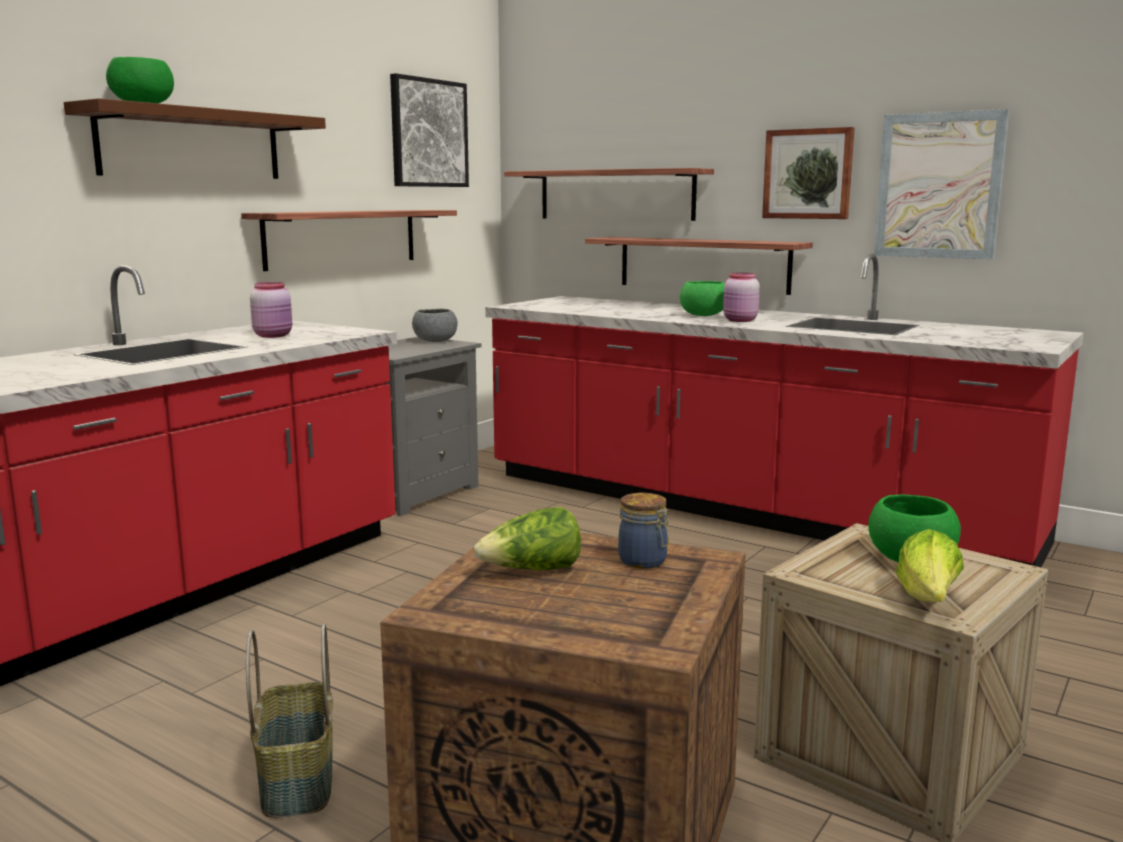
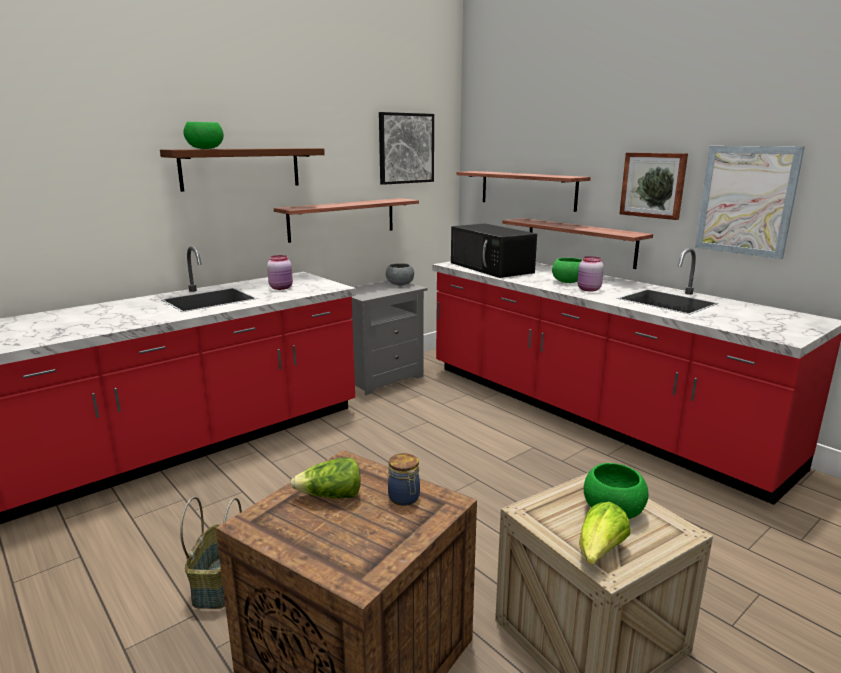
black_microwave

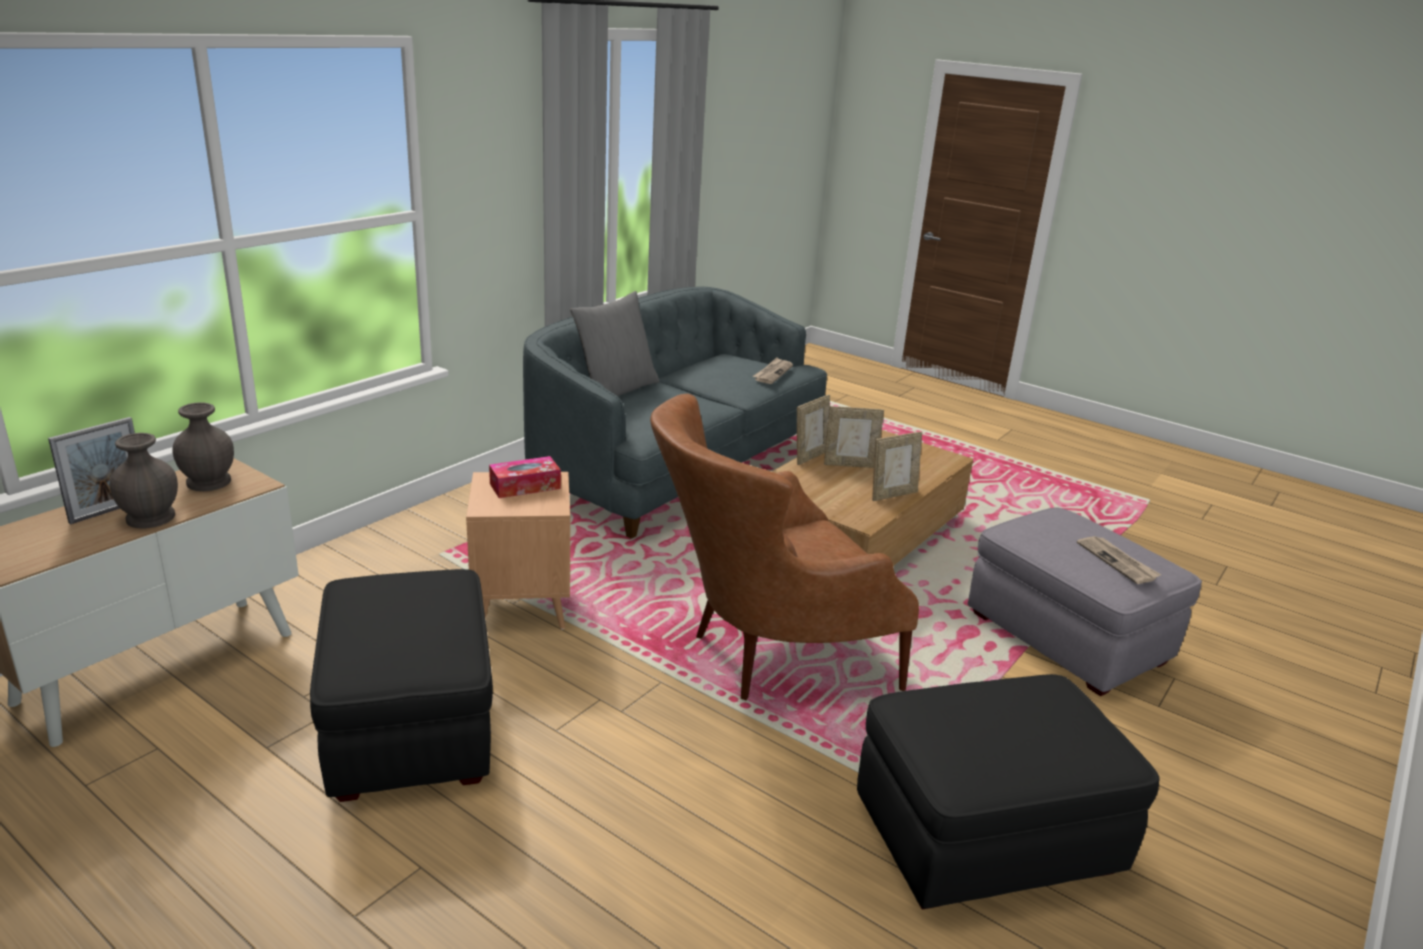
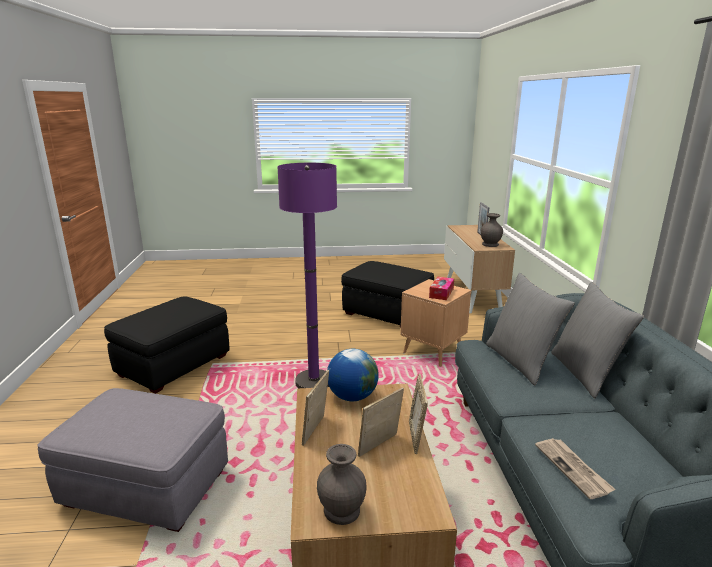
newspaper (2nd from left in the first image); globe; grey_pillow (1st from left); grey_vase (1st from left); purple_floor_lamp

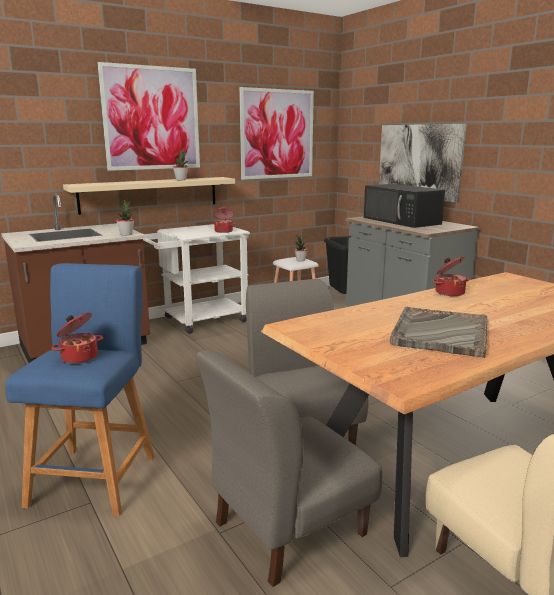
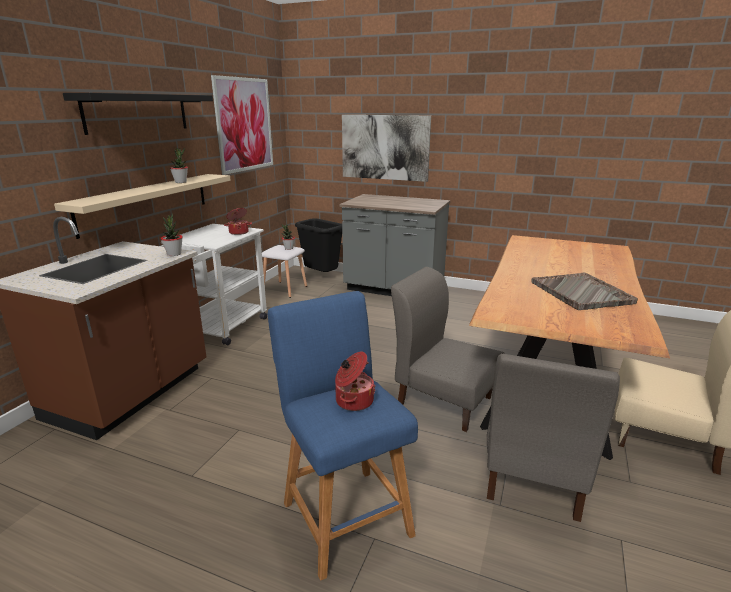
black_microwave; cooking_pot (3rd from left in the first image); black_shelf

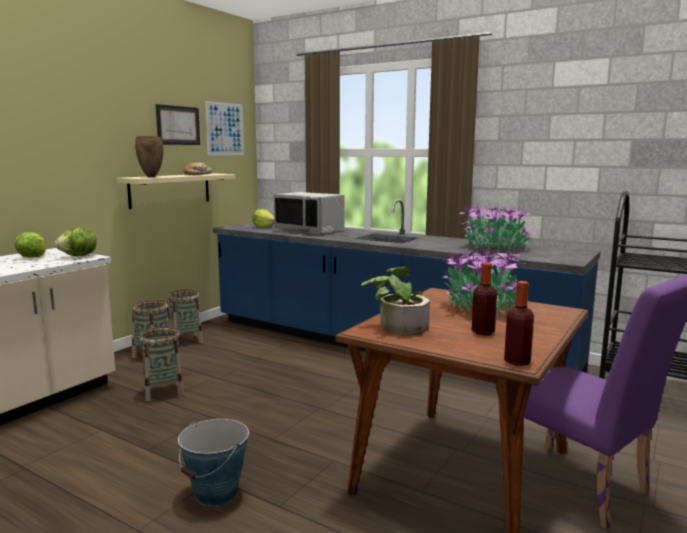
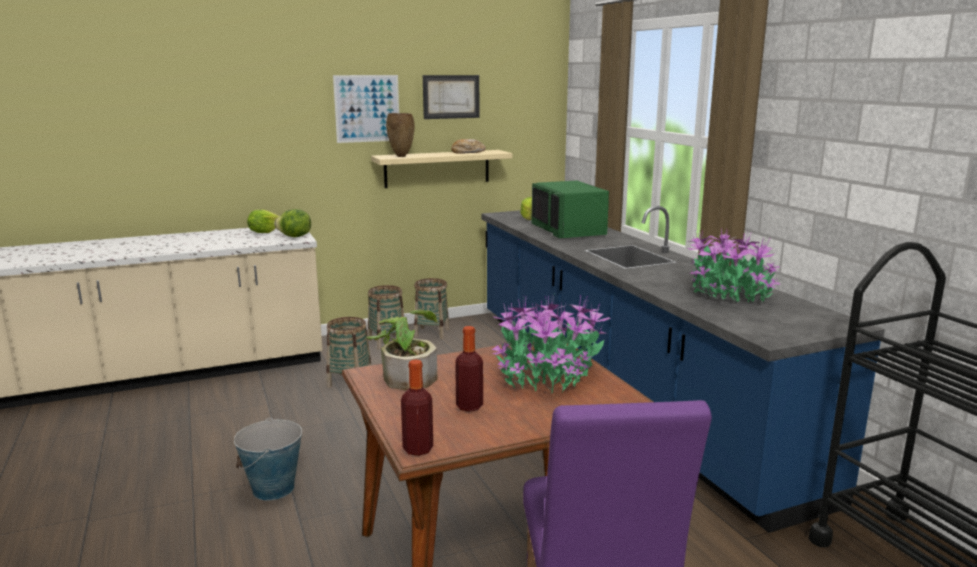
picture (1st from left); green_microwave

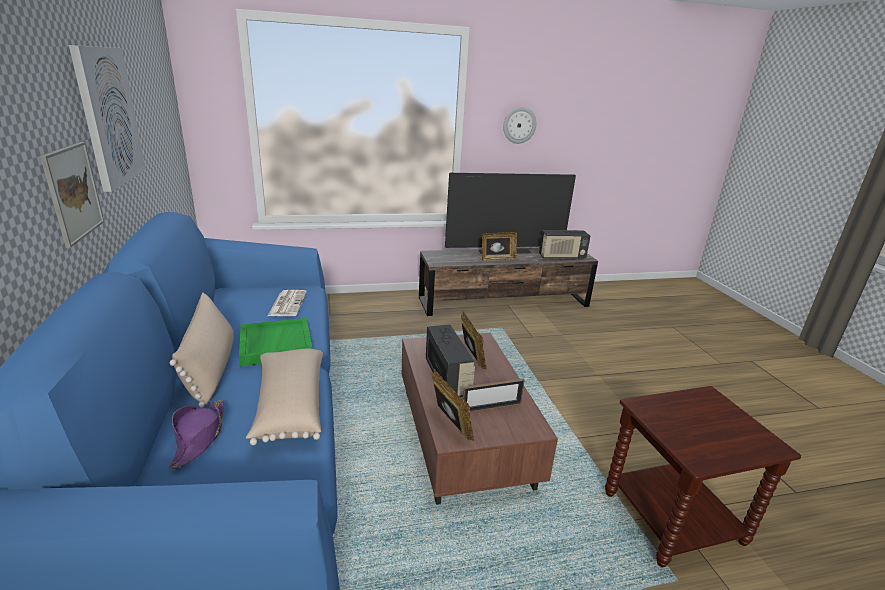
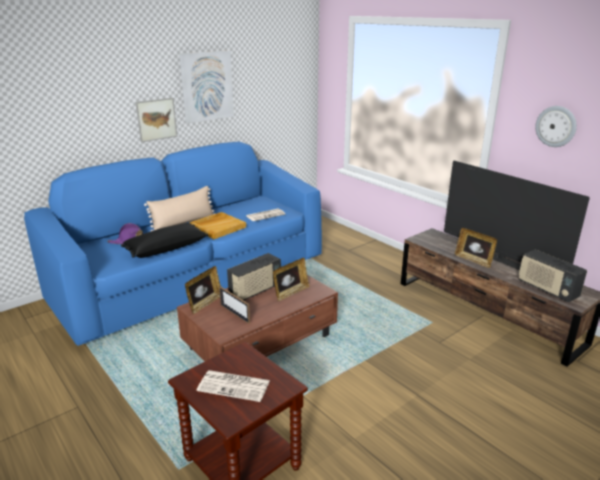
newspaper (1st from left); beige_tray; black_pillow

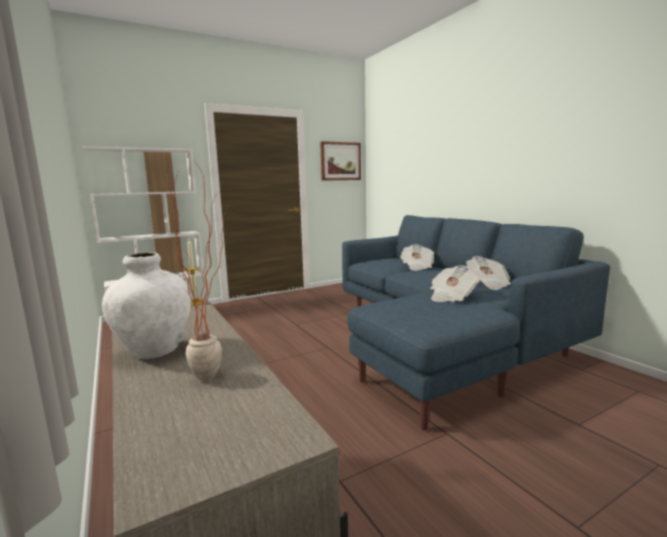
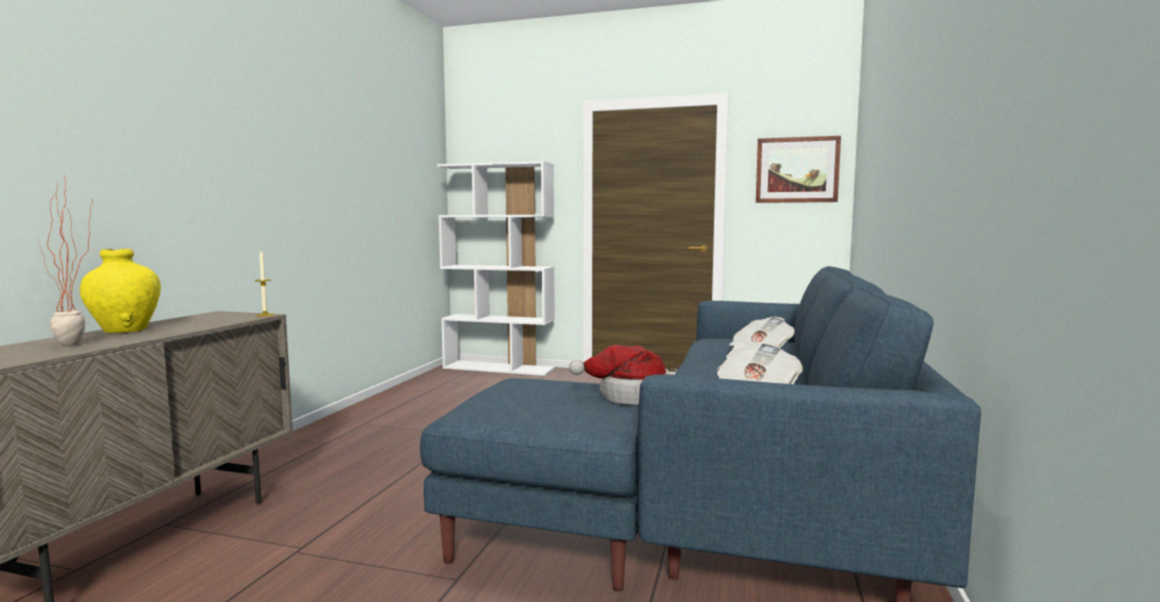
hat; yellow_vase

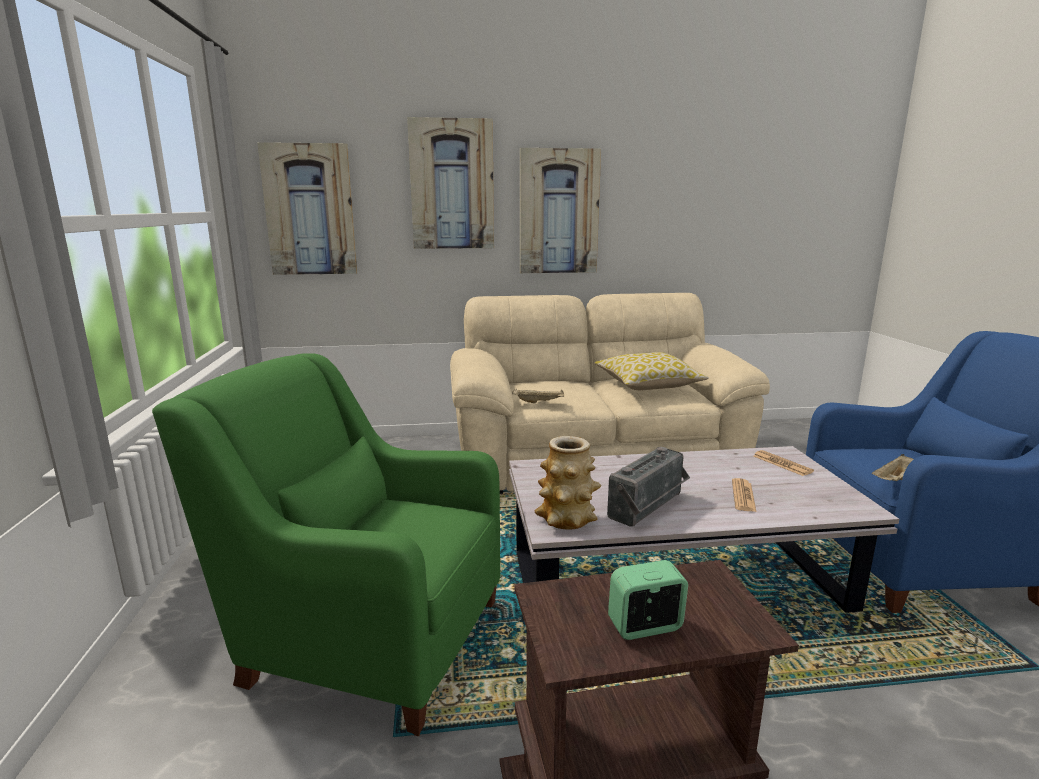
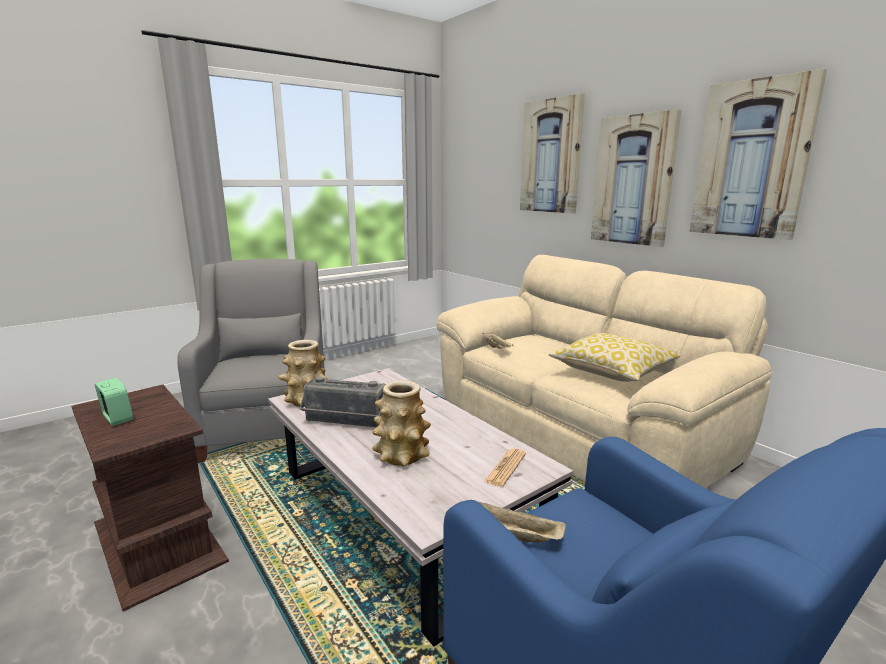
picture (3rd from left); vase (2nd from left); grey_armchair

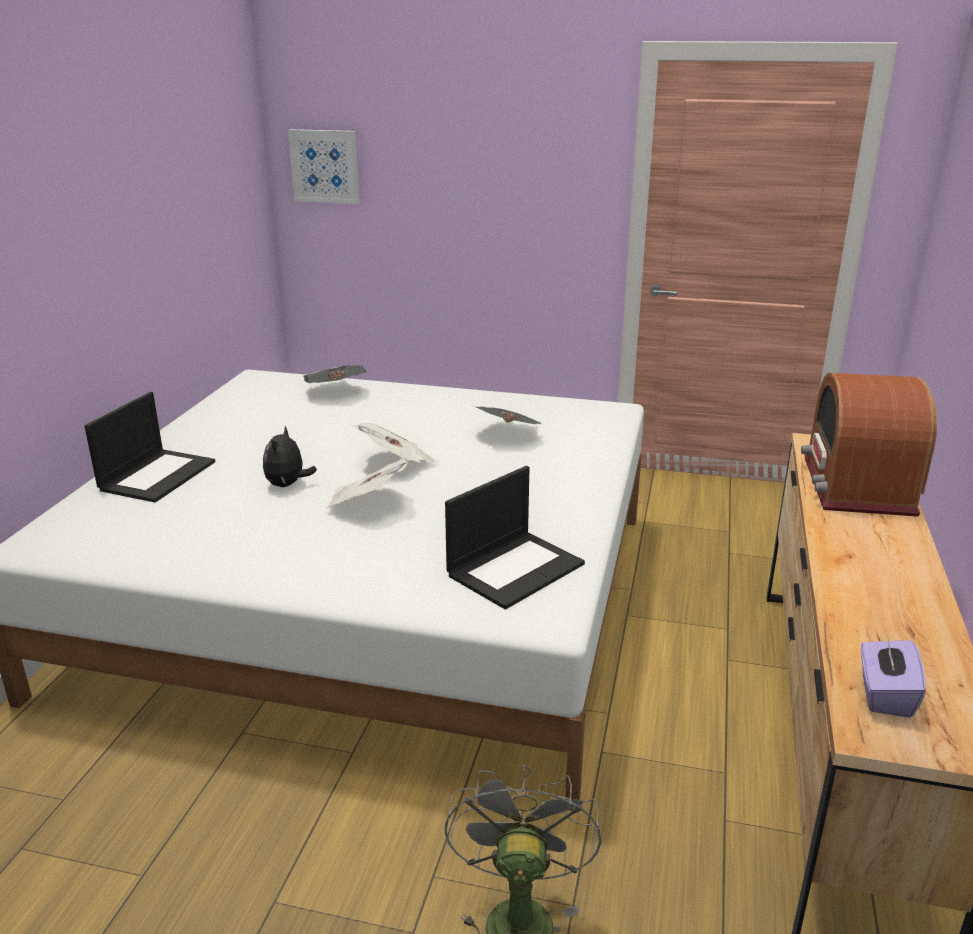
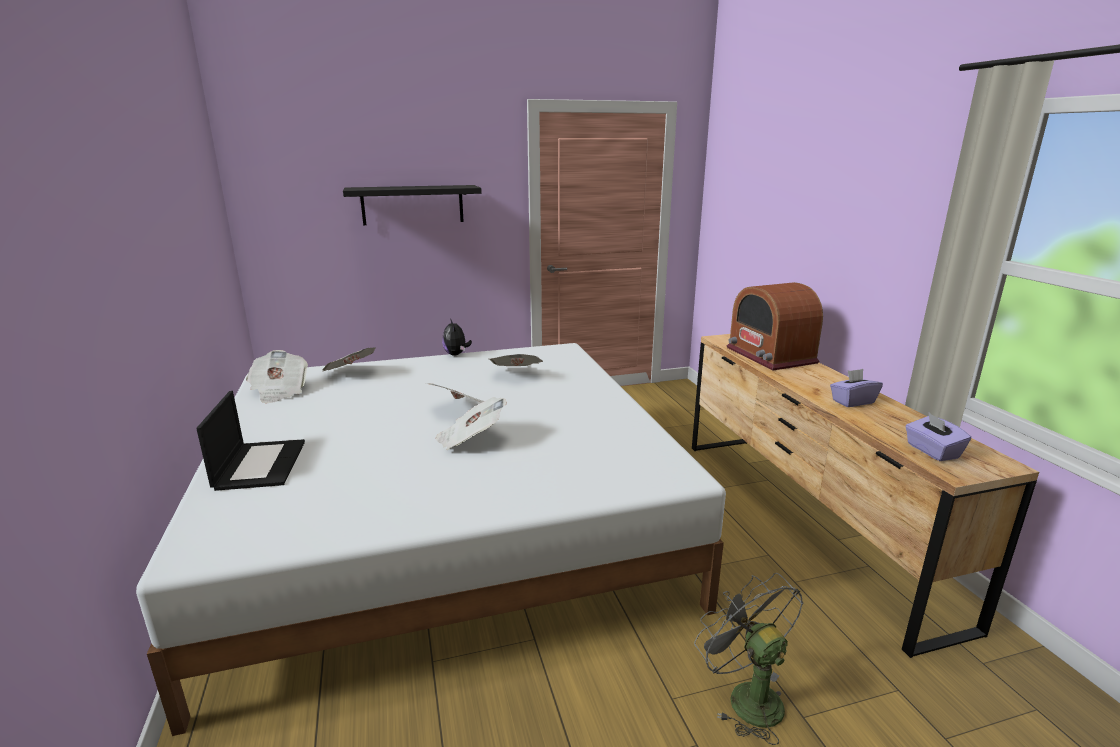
picture; laptop (2nd from left in the first image); newspaper (1st from left); black_shelf; purple_tissue_box (1st from left); plush_toy

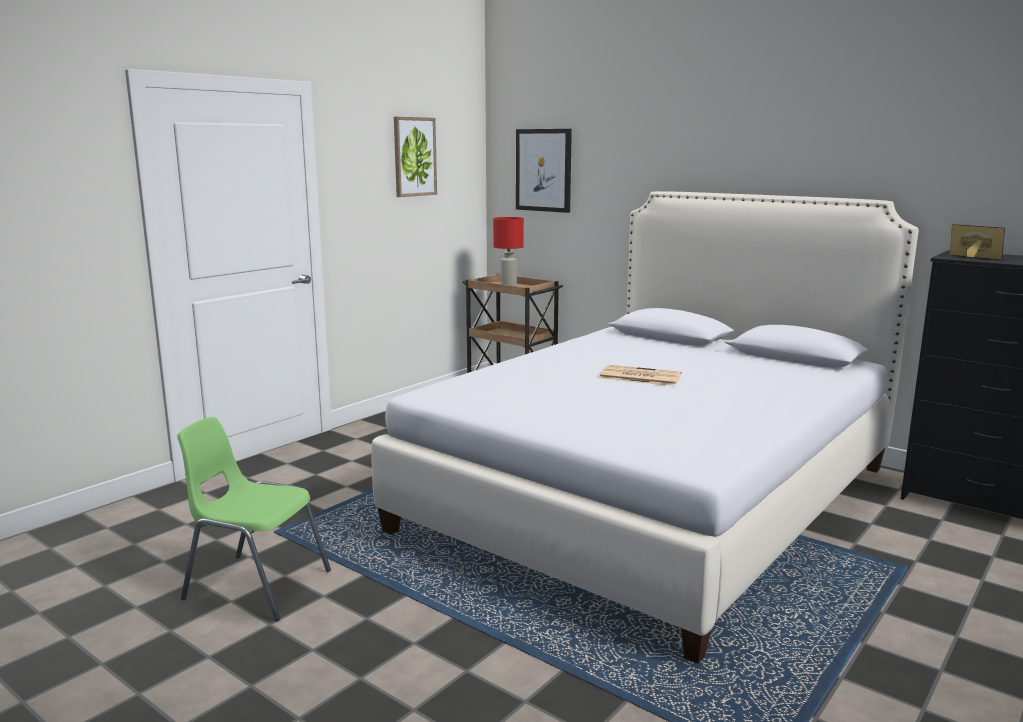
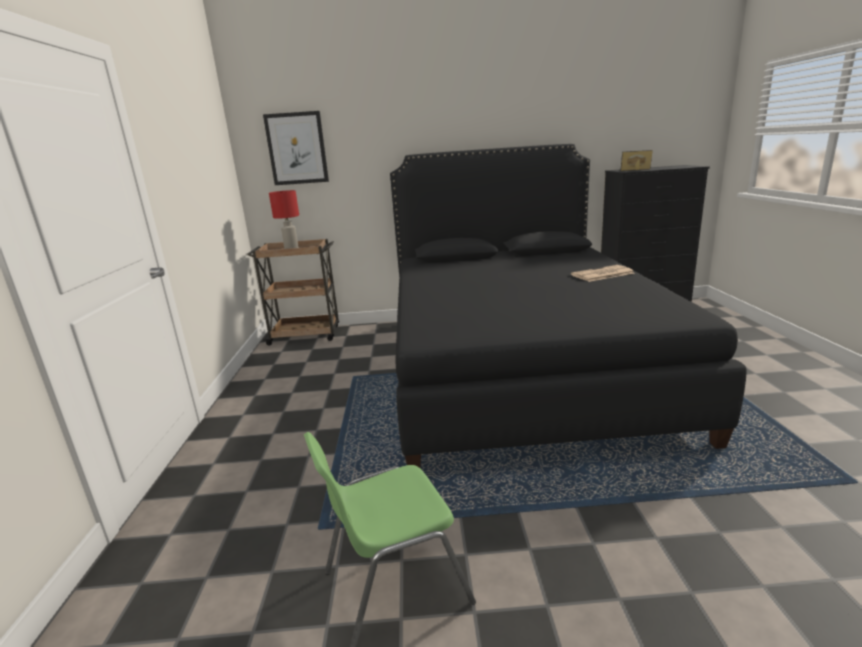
picture (1st from left in the first image); newspaper; black_bed

